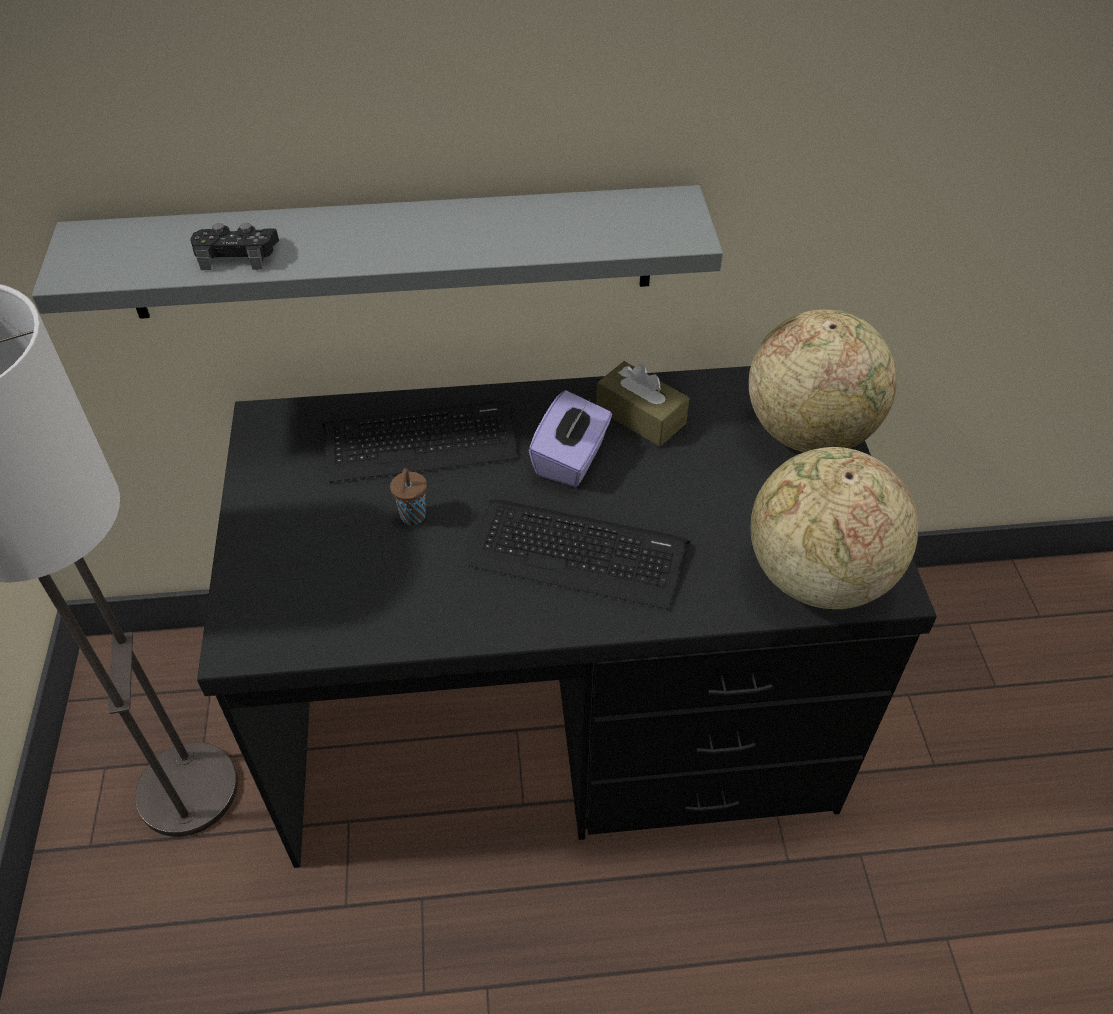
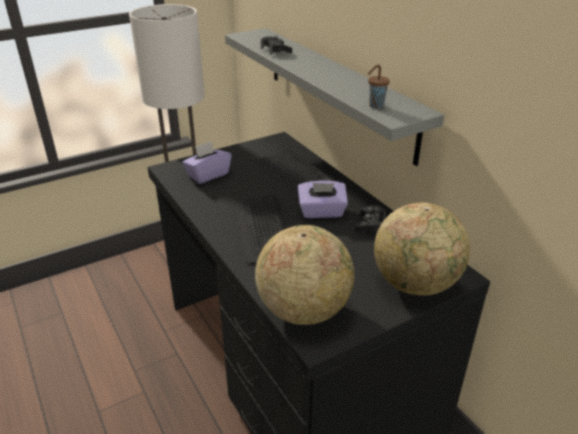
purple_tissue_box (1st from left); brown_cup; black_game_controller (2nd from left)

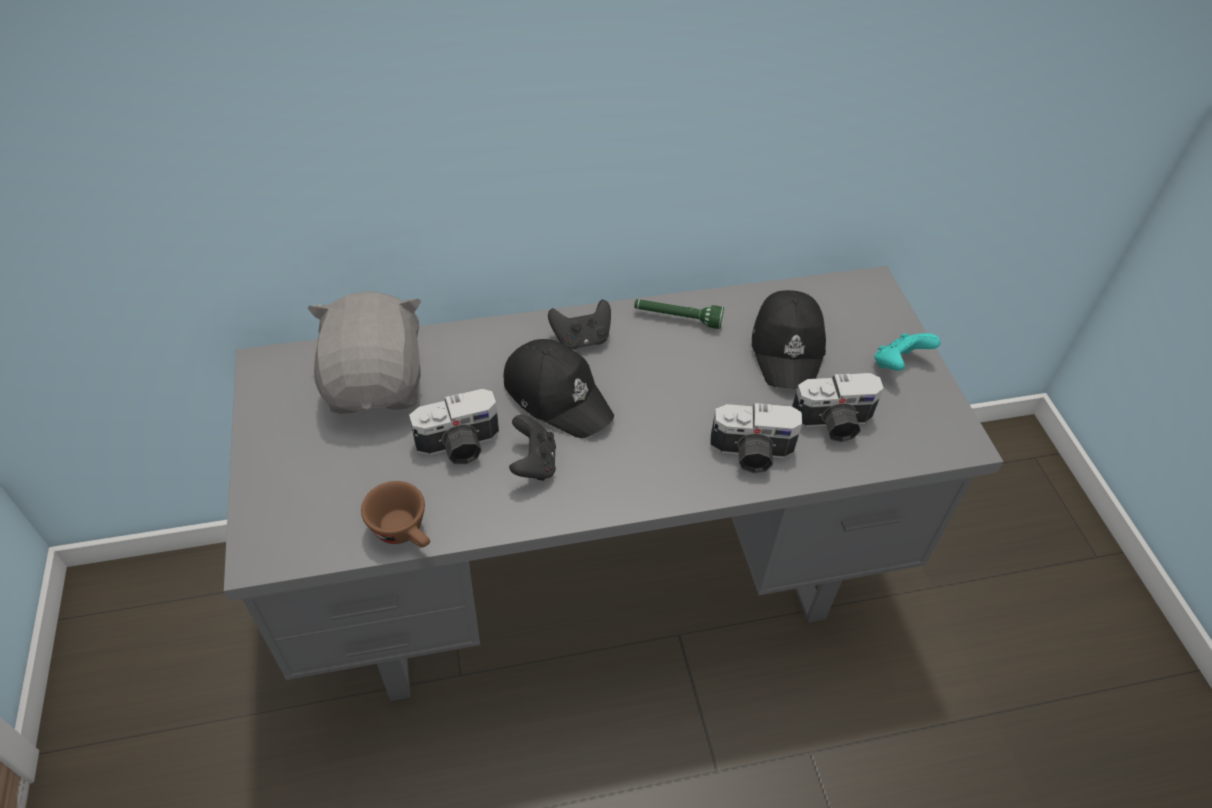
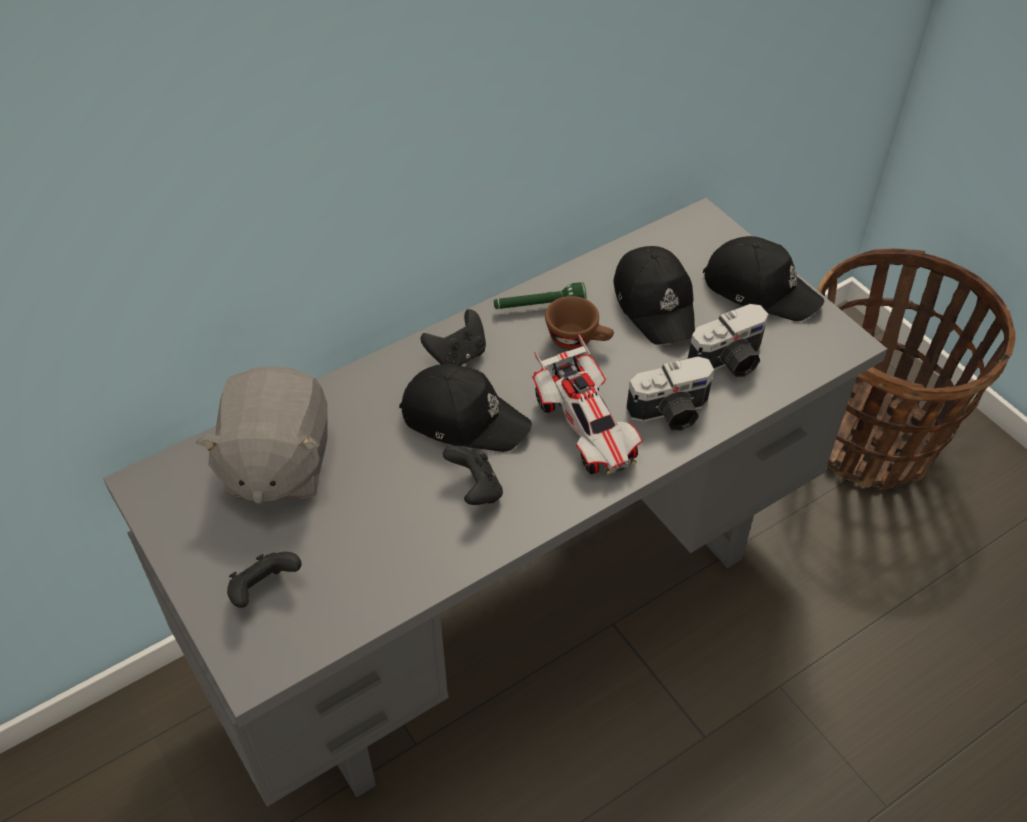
photo_camera (1st from left in the first image); black_game_controller (1st from left); toy_car; basket; brown_cup; black_cap (3rd from left); grey_plush_toy

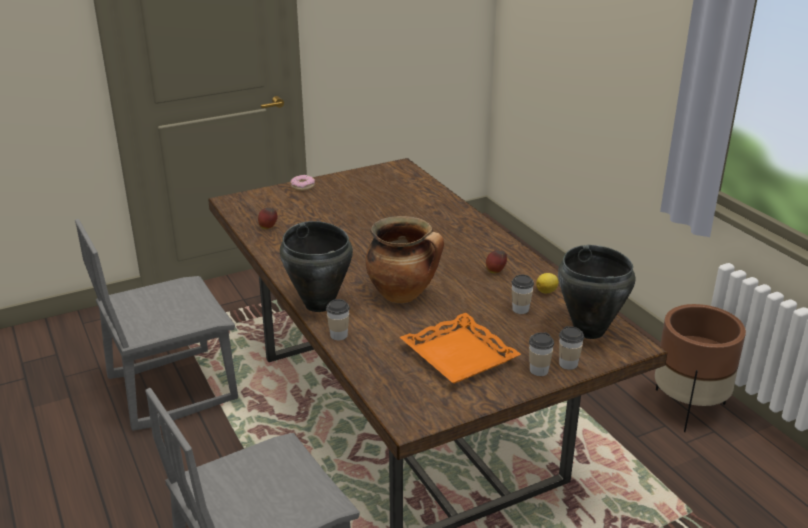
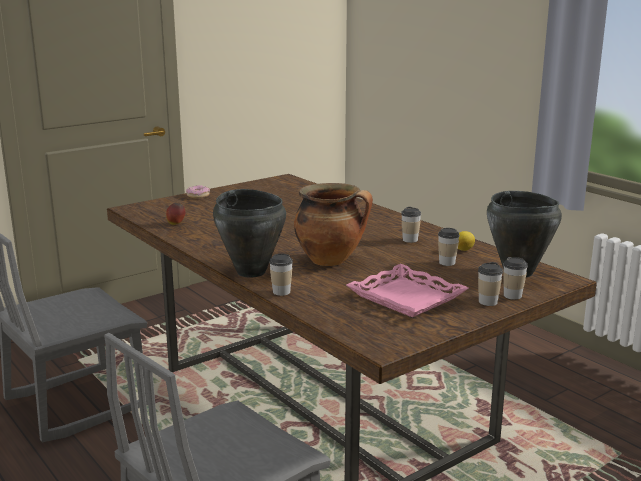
brown_planter; cup (2nd from left); pink_tray

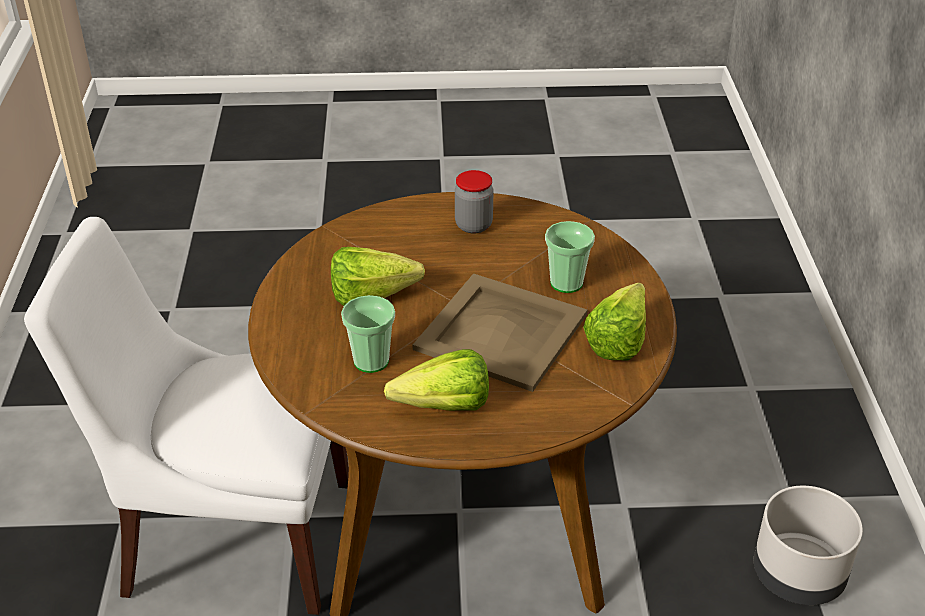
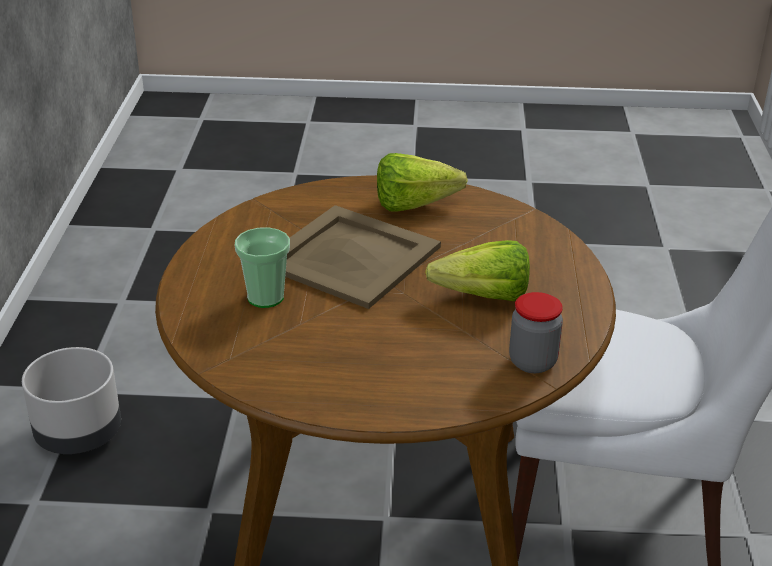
cup (1st from left in the first image); lettuce (3rd from left in the first image); jar

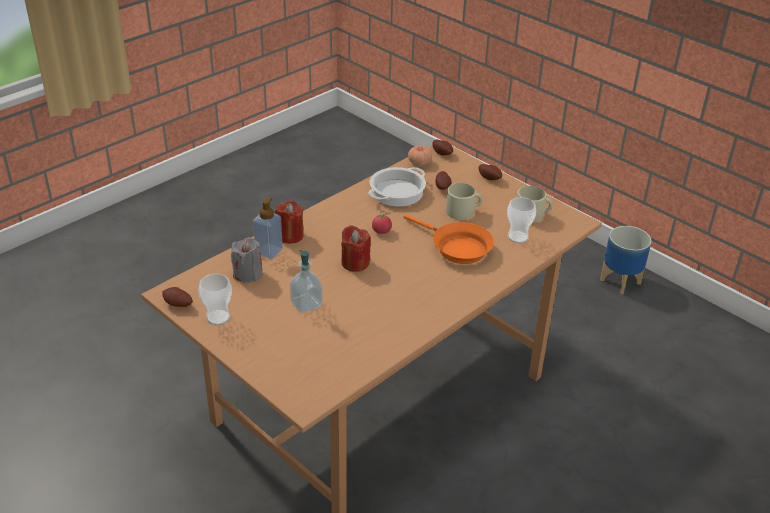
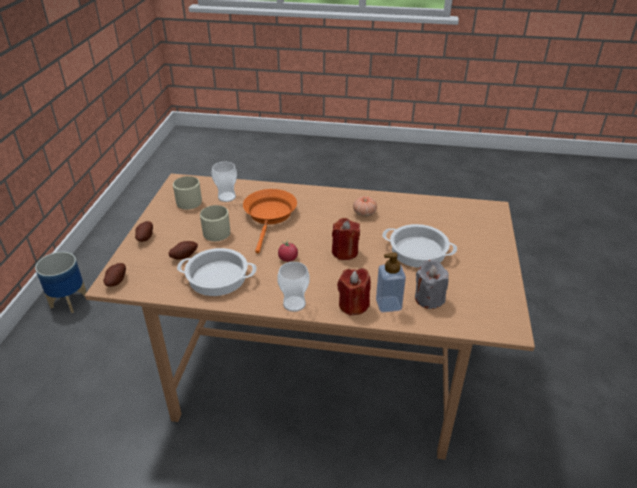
potato (1st from left in the first image); cup (2nd from left); tomato (2nd from left); cooking_pot (2nd from left)

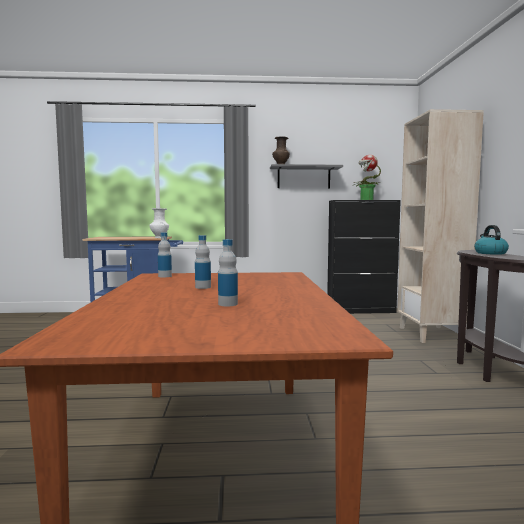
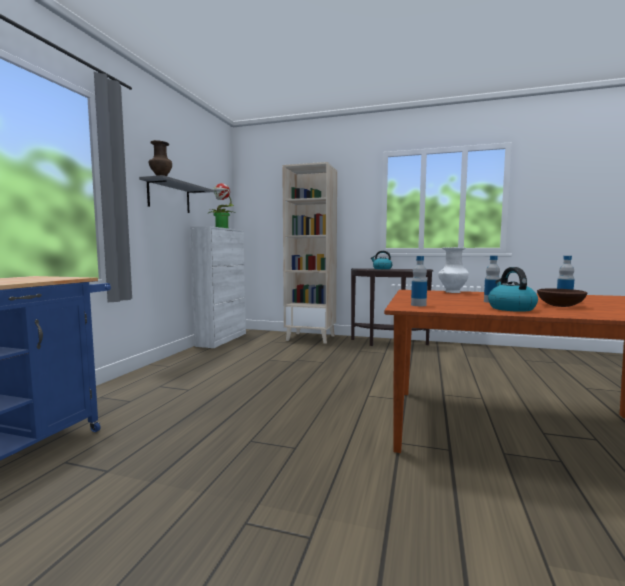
kettle (2nd from left); brown_bowl; white_vase; white_cabinet

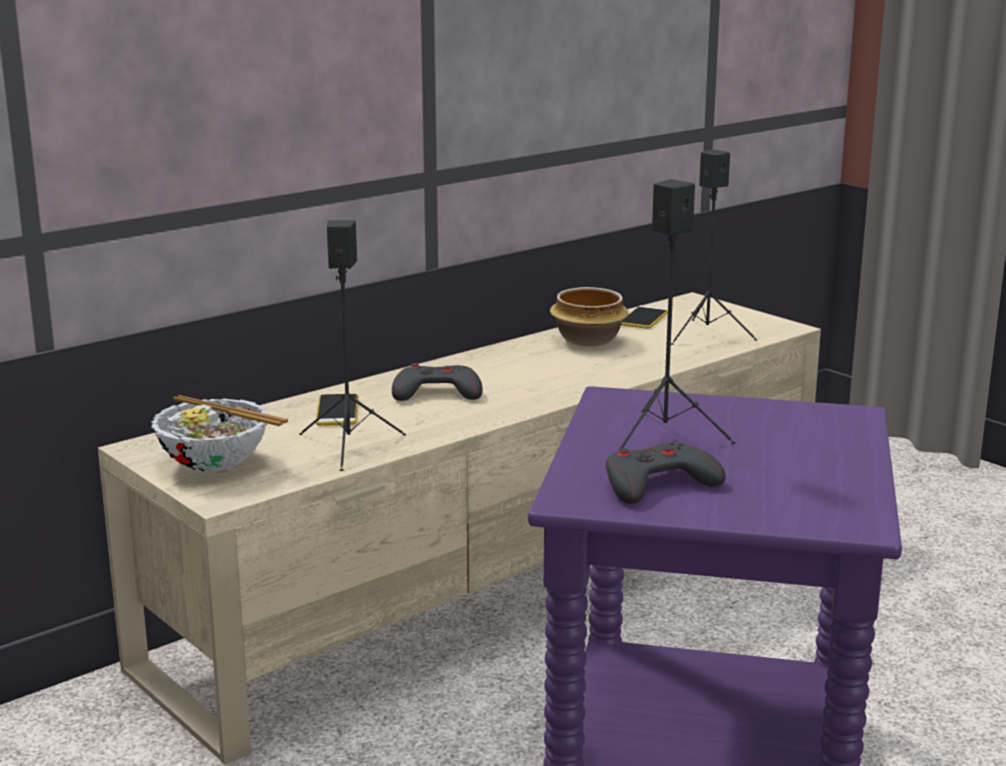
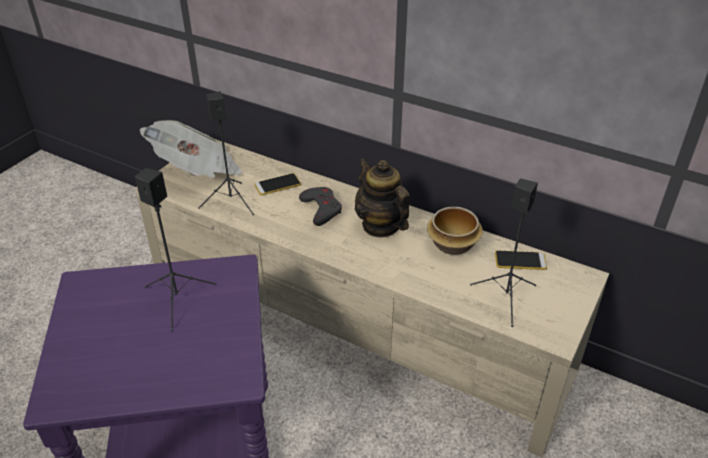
grey_game_controller (2nd from left in the first image); teapot; newspaper

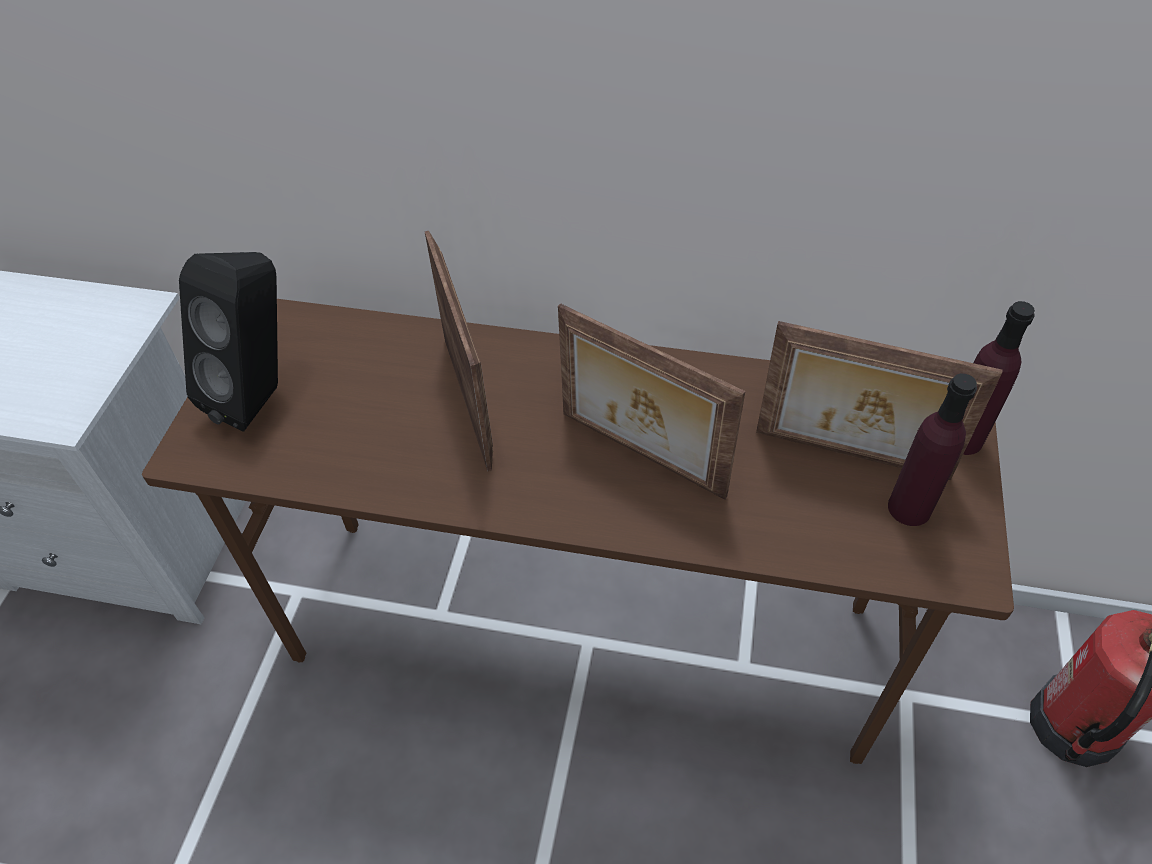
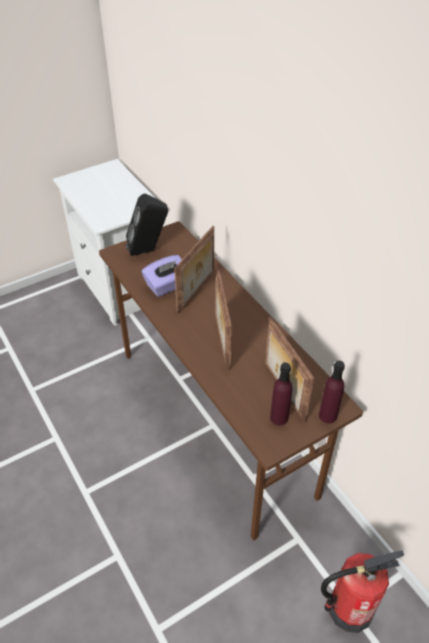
purple_tissue_box

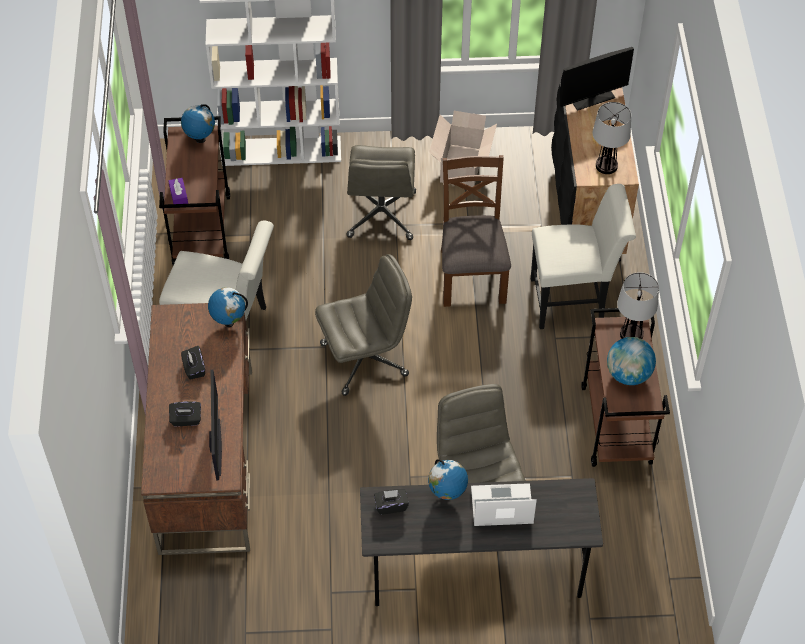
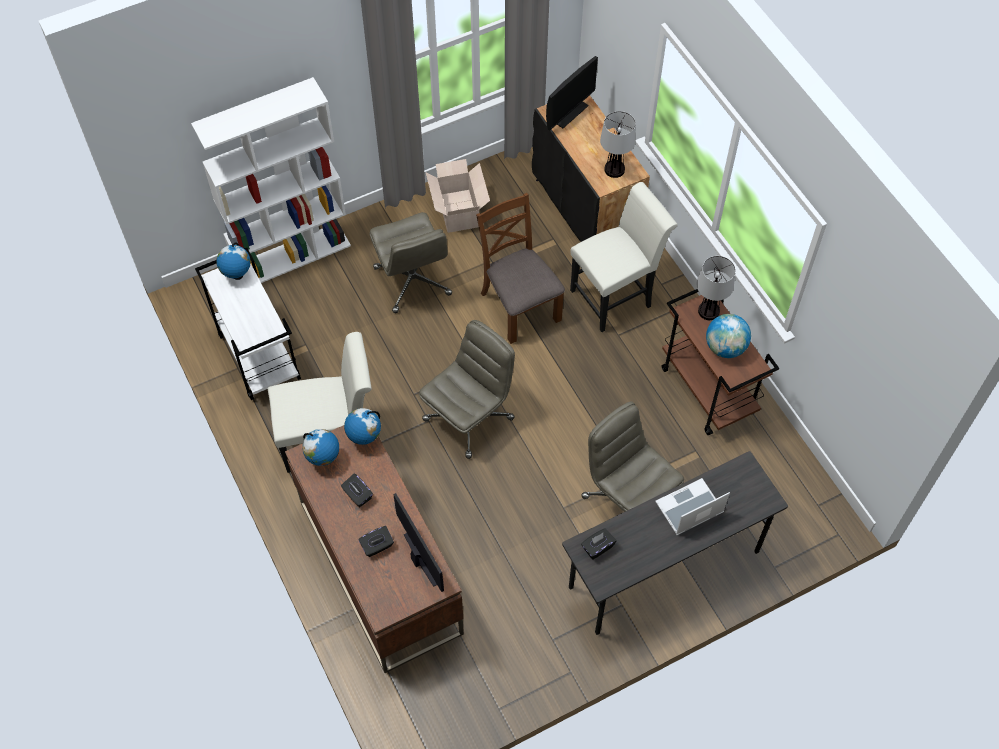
purple_tissue_box; globe (2nd from left); white_cart

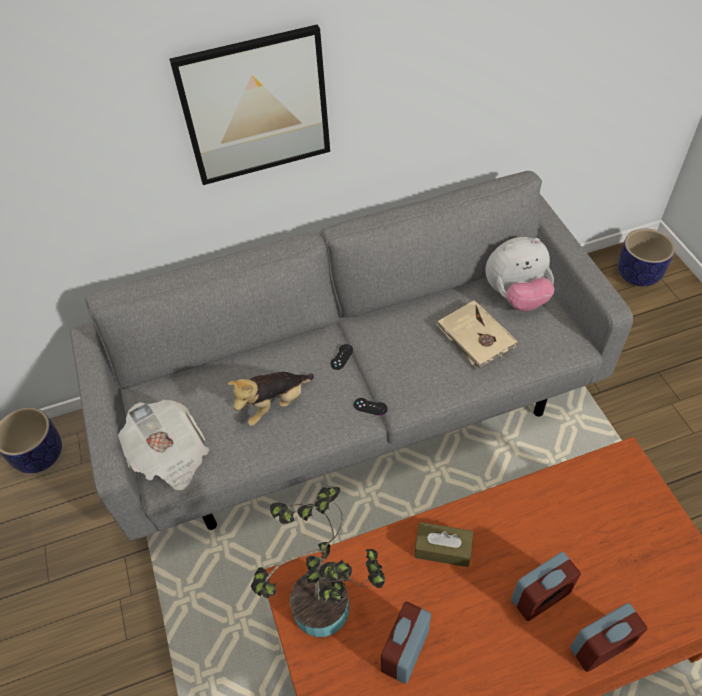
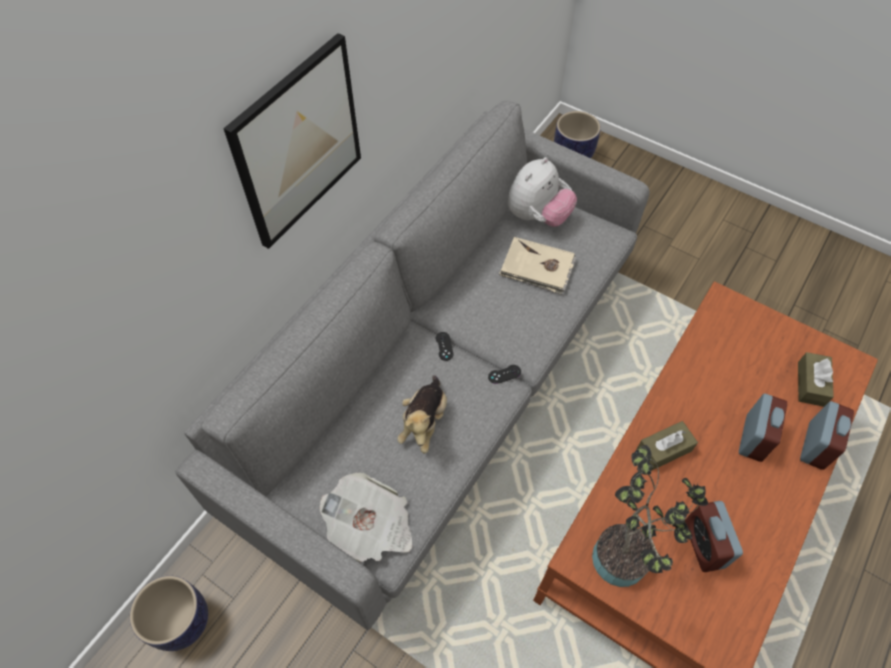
brown_tissue_box (2nd from left)

